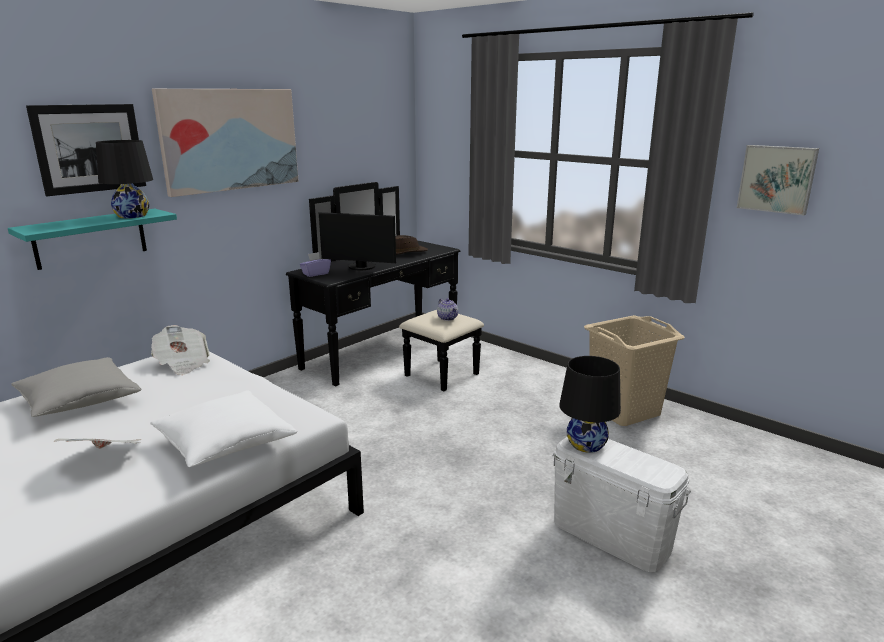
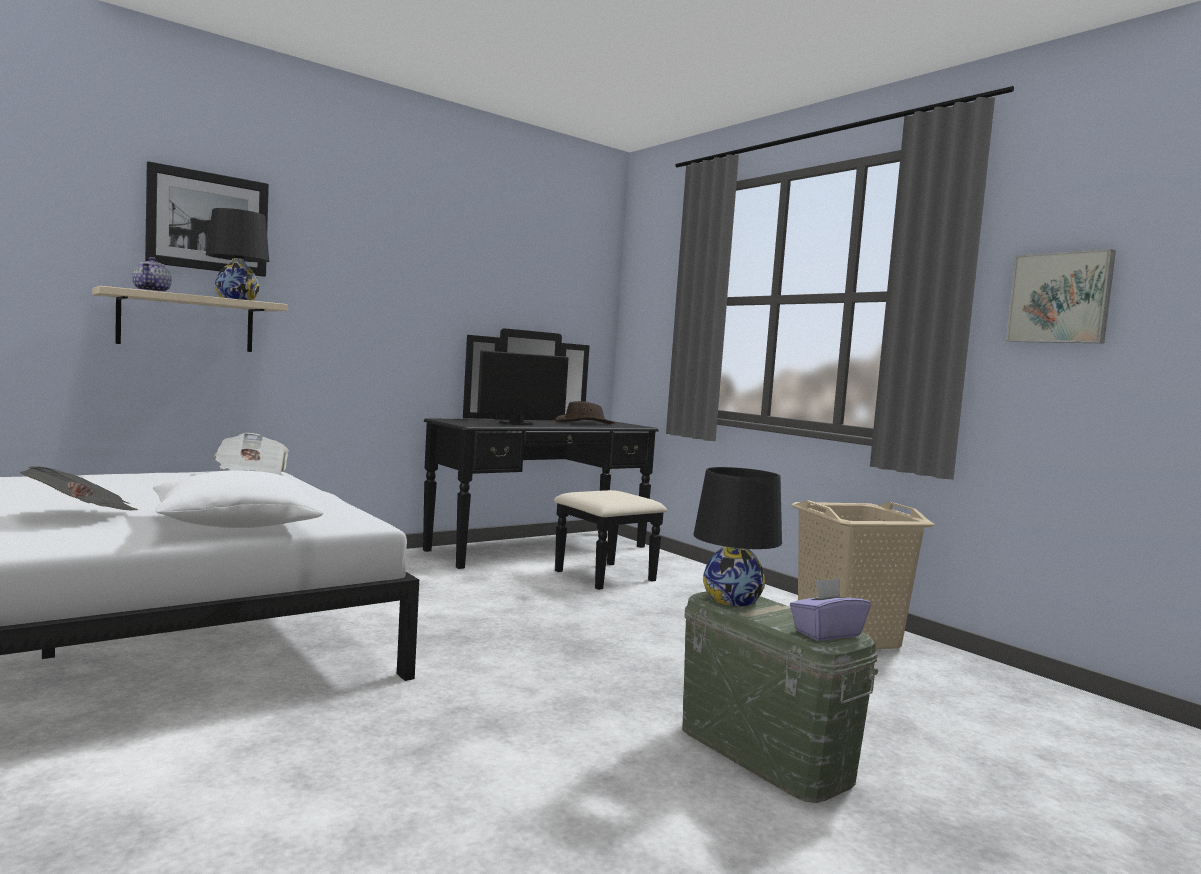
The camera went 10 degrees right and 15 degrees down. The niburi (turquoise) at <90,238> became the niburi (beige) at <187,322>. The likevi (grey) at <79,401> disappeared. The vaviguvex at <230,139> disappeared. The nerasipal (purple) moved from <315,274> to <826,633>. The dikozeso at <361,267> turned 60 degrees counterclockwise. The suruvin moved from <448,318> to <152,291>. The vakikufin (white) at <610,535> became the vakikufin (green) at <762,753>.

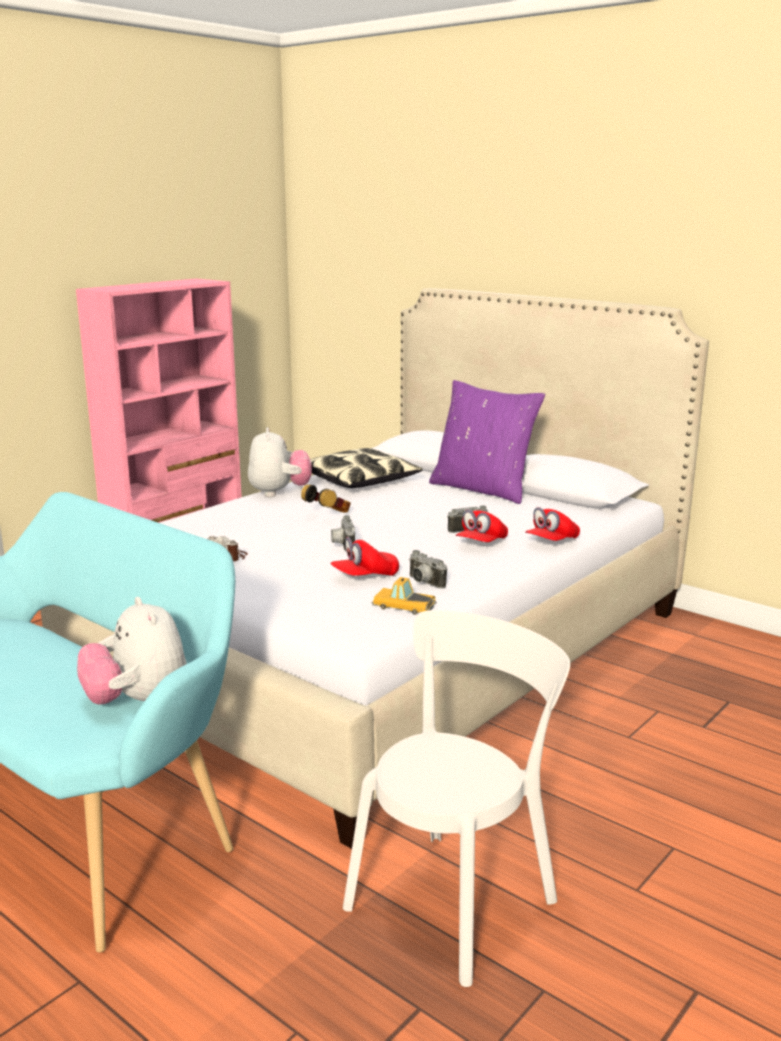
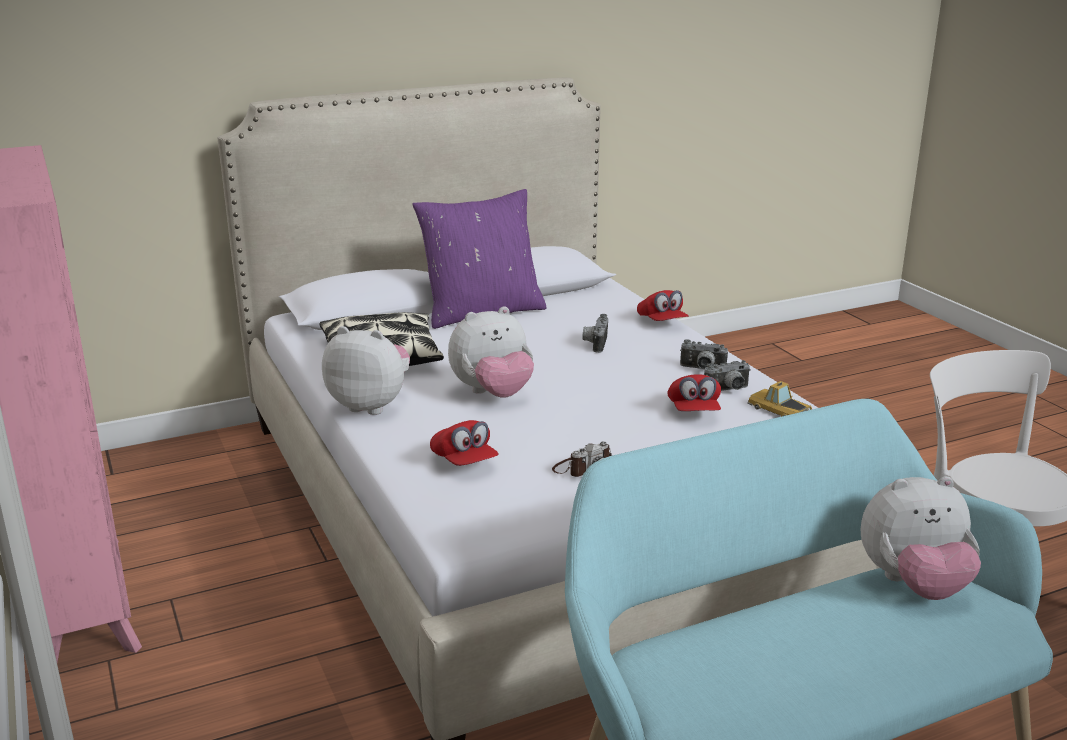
The camera went 65 degrees left and 5 degrees up. The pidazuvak at <329,516> was replaced by the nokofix at <493,394>. The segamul moved from <342,545> to <702,369>. The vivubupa at <403,605> turned 90 degrees clockwise. The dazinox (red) moved from <481,543> to <464,461>.

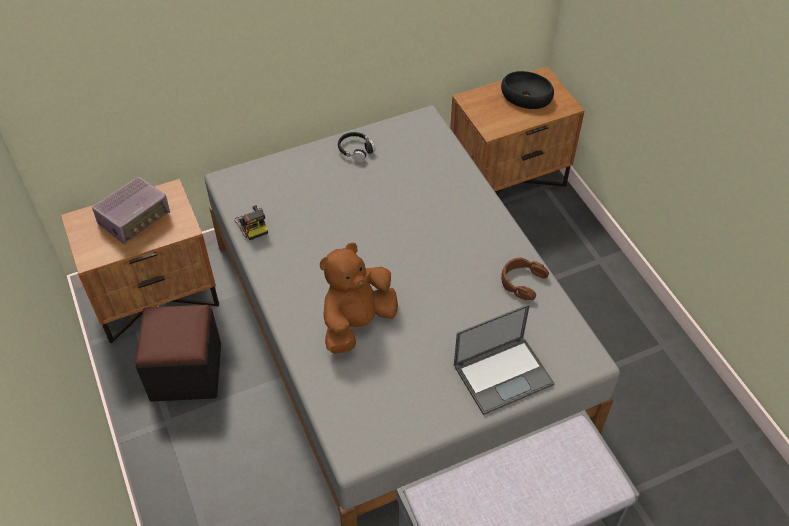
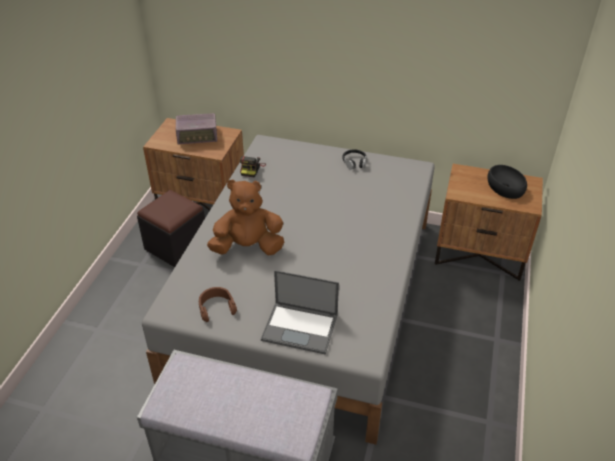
The camera went 40 degrees right and 10 degrees down. The pidazuvak (brown) moved from <521,281> to <216,307>.

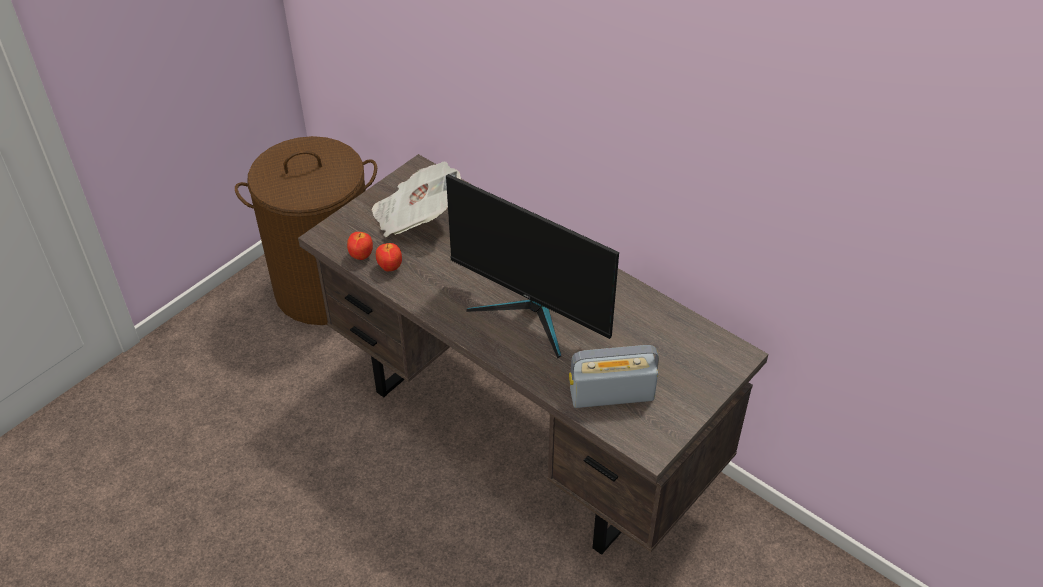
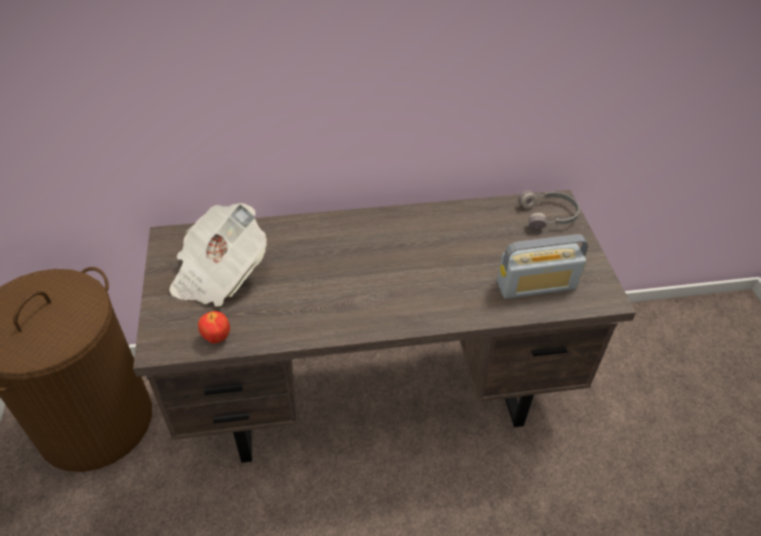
The camera went 50 degrees left and 0 degrees up. The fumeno at <389,267> disappeared. The dikozeso at <532,313> disappeared. The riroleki at <611,395> turned 135 degrees counterclockwise. The pidazuvak (grey) at <549,215> appeared.

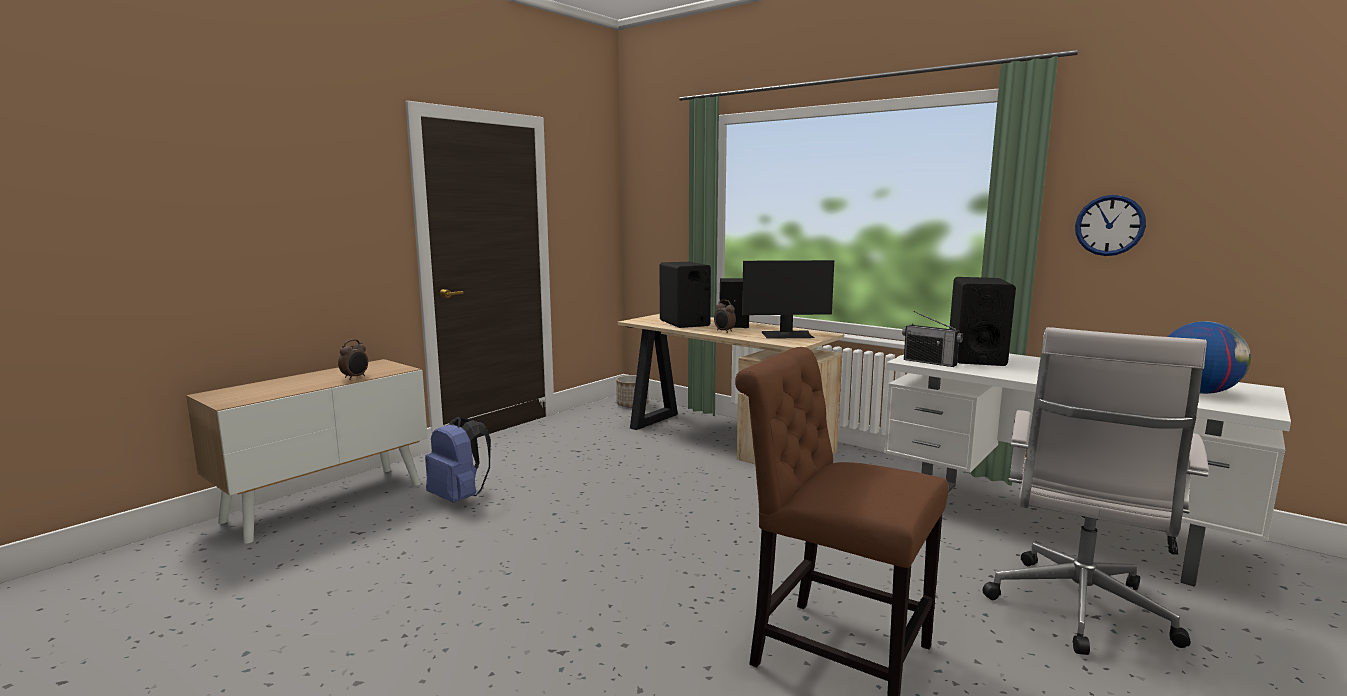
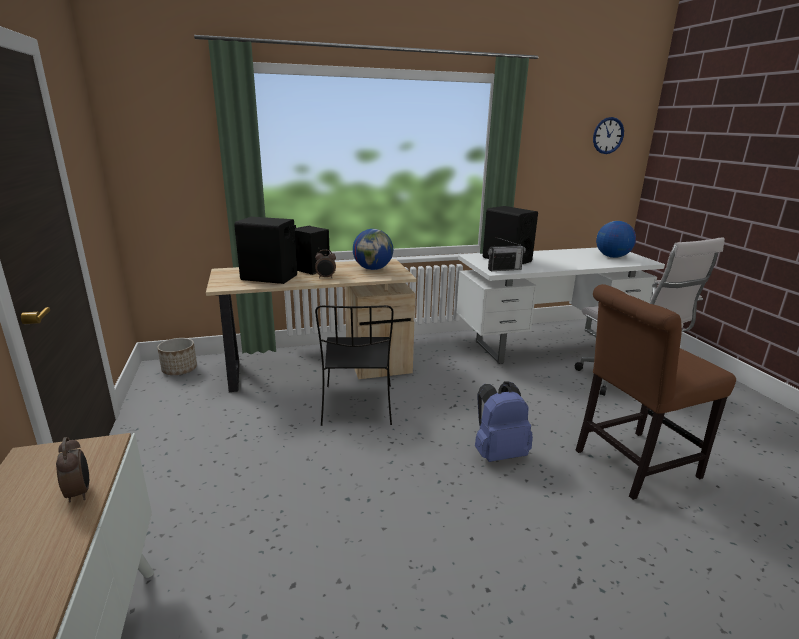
The camera went 55 degrees left and 10 degrees up. The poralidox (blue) moved from <459,498> to <498,453>. The dikozeso at <788,335> was replaced by the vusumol at <373,269>. The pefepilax moved from <1109,225> to <608,135>. The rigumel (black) at <357,406> appeared.

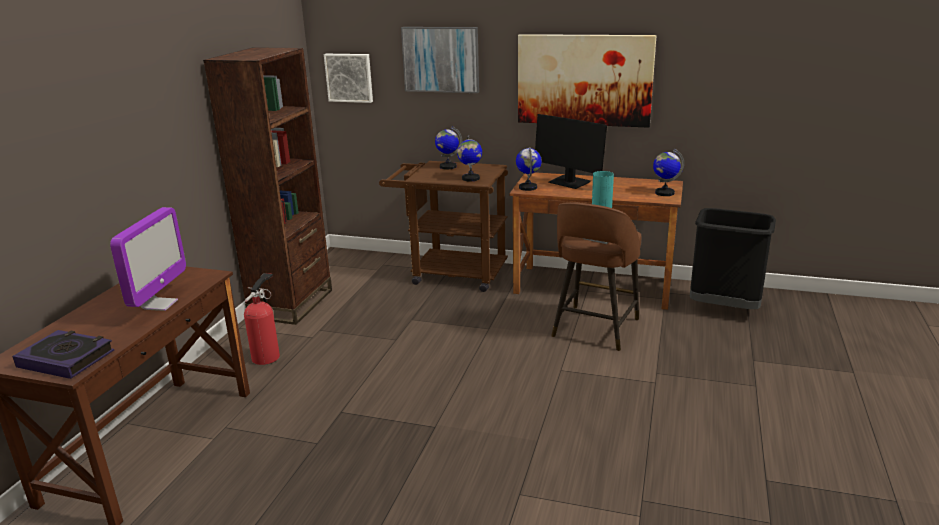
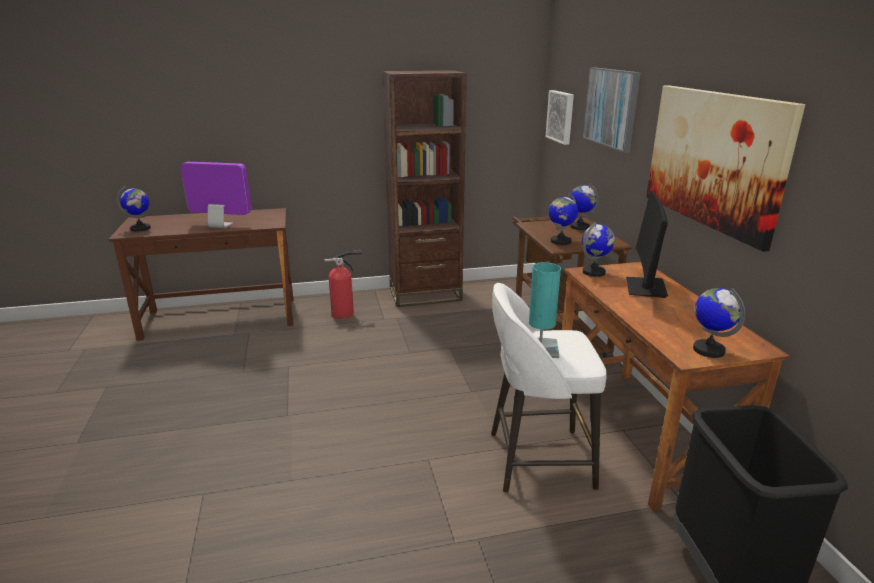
The camera went 60 degrees right and 0 degrees up. The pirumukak at <66,359> was replaced by the vusumol at <140,228>. The dikozeso at <159,304> turned 150 degrees counterclockwise. The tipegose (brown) at <594,329> became the tipegose (white) at <536,460>.

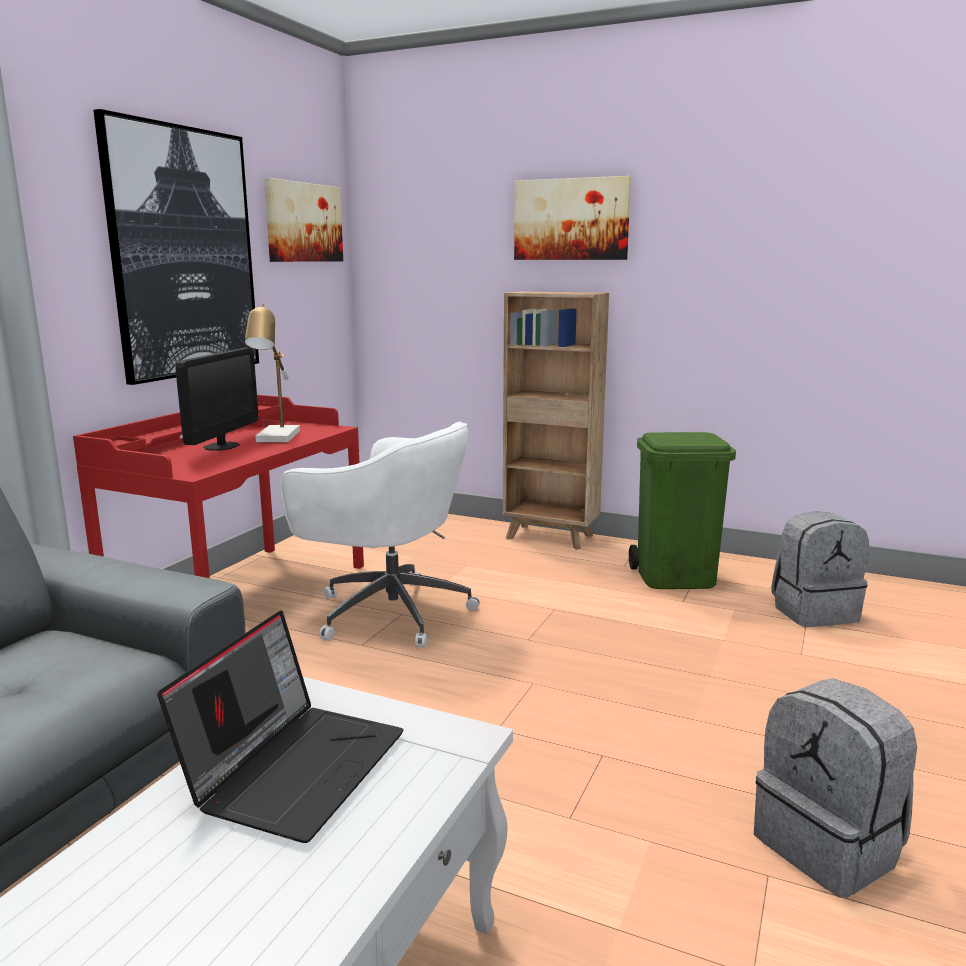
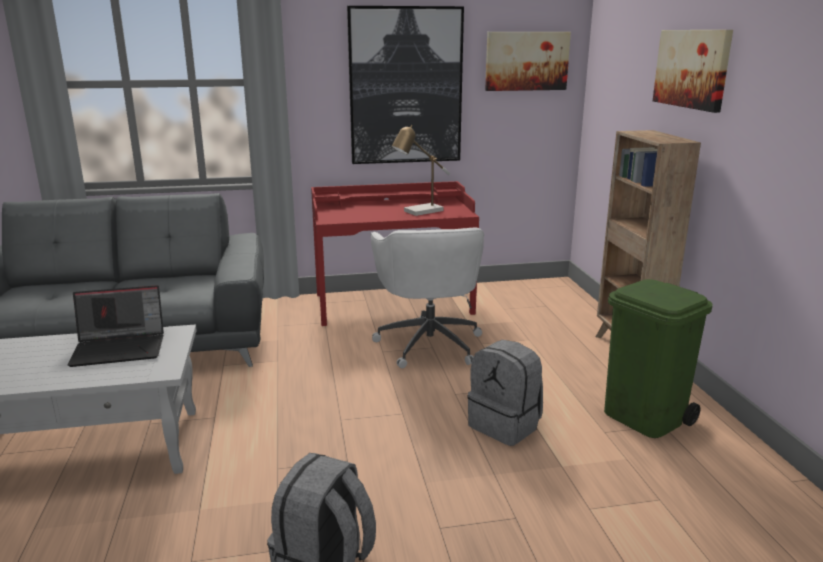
The camera went 55 degrees right and 5 degrees up. The dikozeso at <221,446> disappeared. The poralidox (grey) moved from <813,612> to <505,425>.

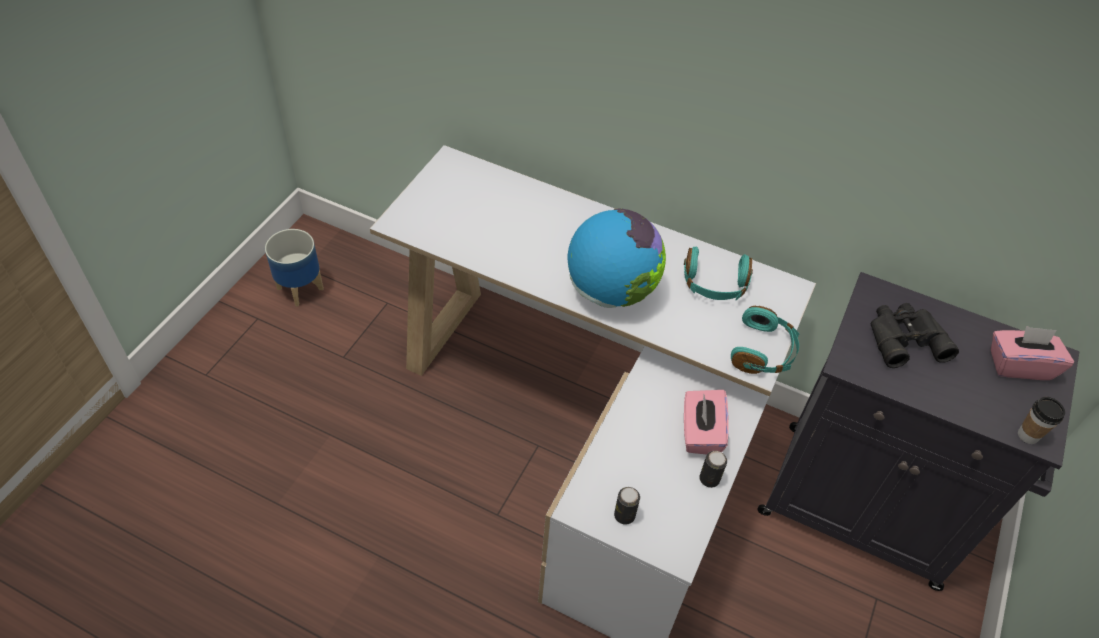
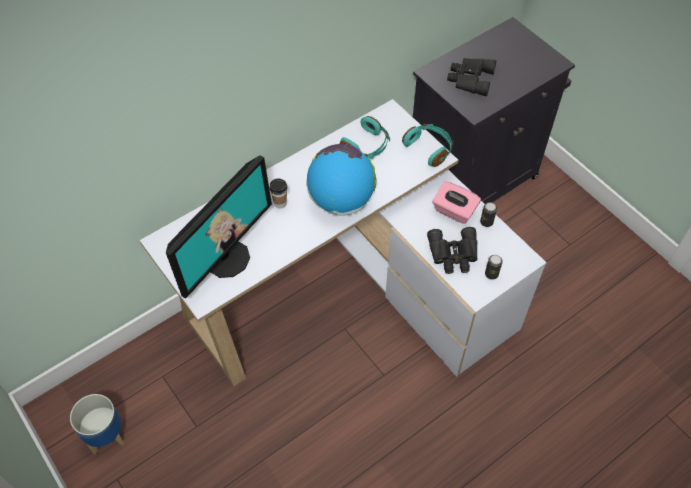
The camera went 60 degrees left and 5 degrees up. The nerasipal (pink) at <1019,365> disappeared. The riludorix moved from <1028,435> to <280,203>. The dikozeso at <227,258> appeared. The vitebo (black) at <453,254> appeared.

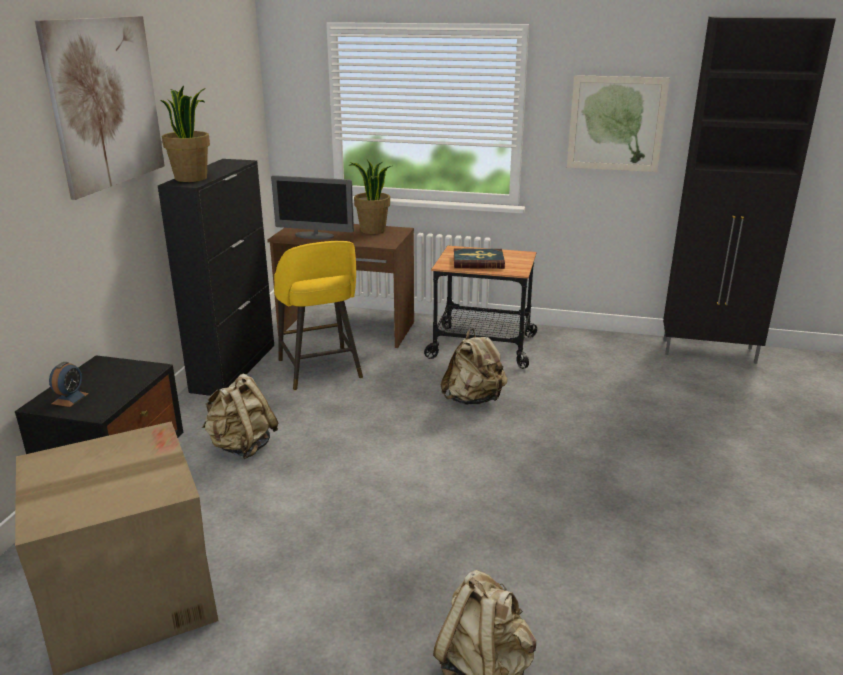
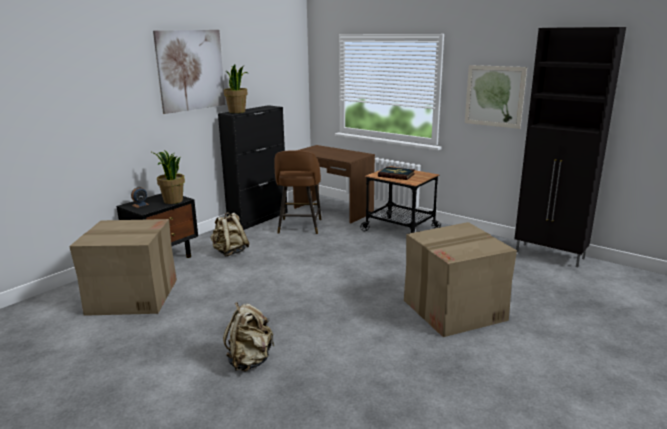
The camera went 25 degrees right and 5 degrees down. The dikozeso at <315,236> disappeared. The tipegose (yellow) at <320,370> became the tipegose (brown) at <299,227>. The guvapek moved from <372,230> to <173,201>. The poralidox (beige) at <473,400> disappeared. The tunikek at <454,310> appeared.

